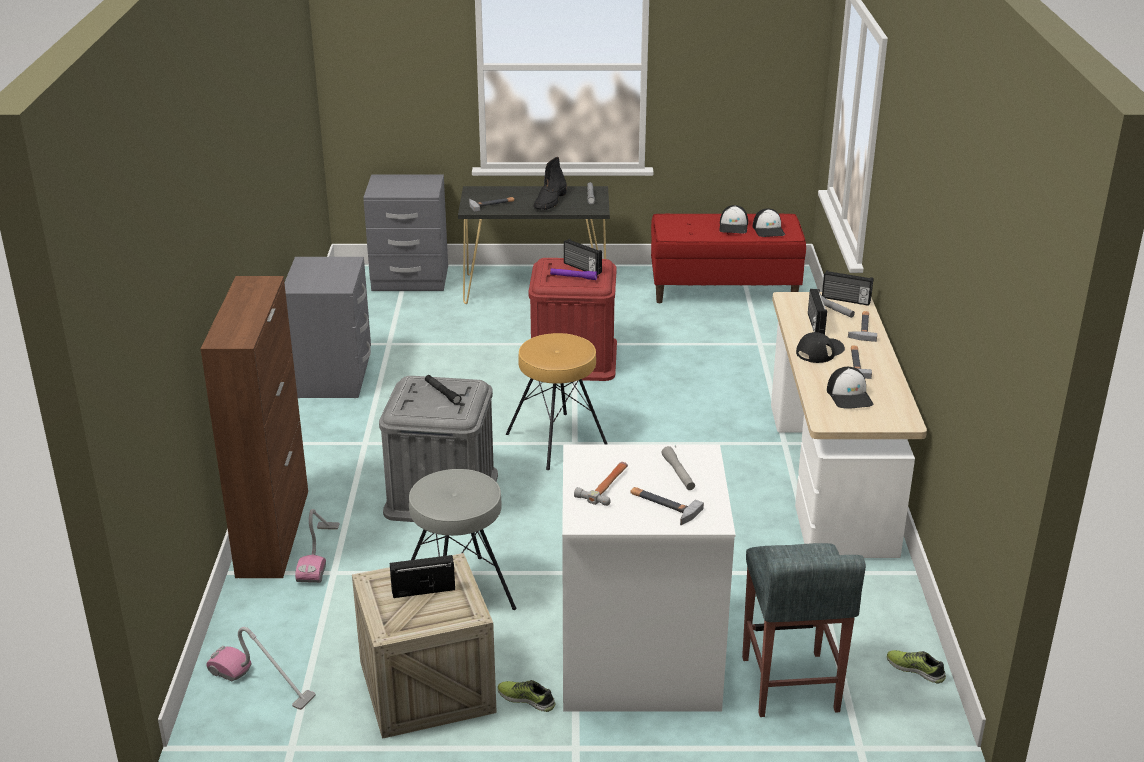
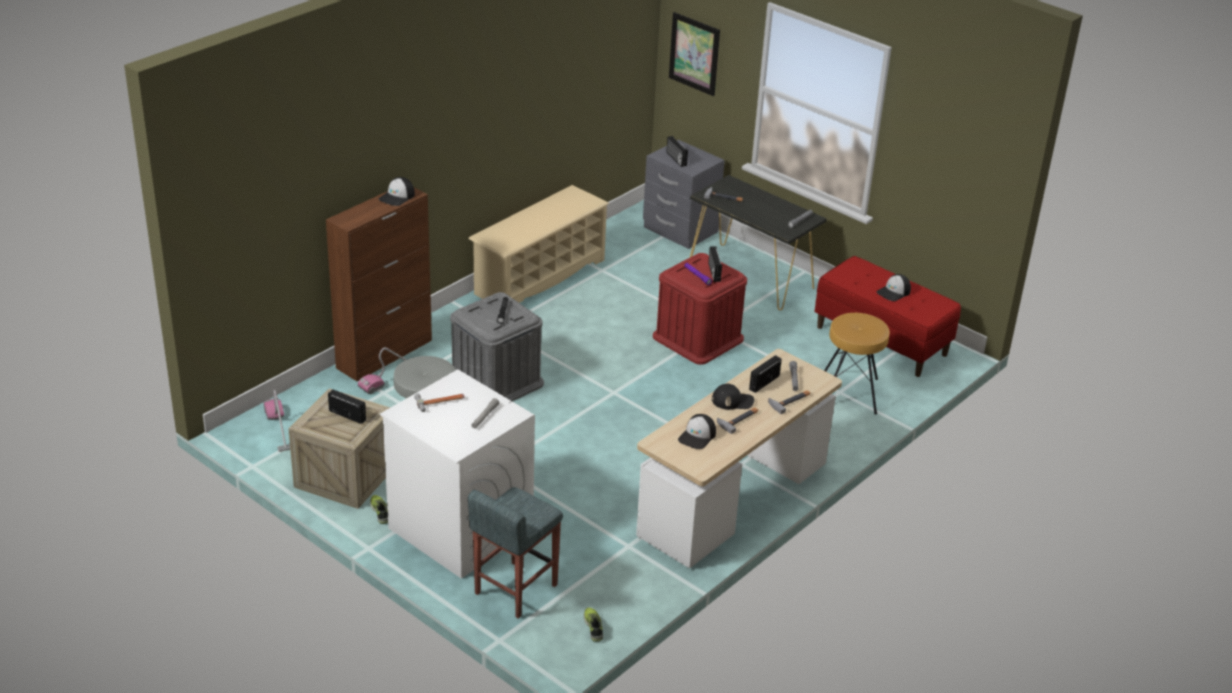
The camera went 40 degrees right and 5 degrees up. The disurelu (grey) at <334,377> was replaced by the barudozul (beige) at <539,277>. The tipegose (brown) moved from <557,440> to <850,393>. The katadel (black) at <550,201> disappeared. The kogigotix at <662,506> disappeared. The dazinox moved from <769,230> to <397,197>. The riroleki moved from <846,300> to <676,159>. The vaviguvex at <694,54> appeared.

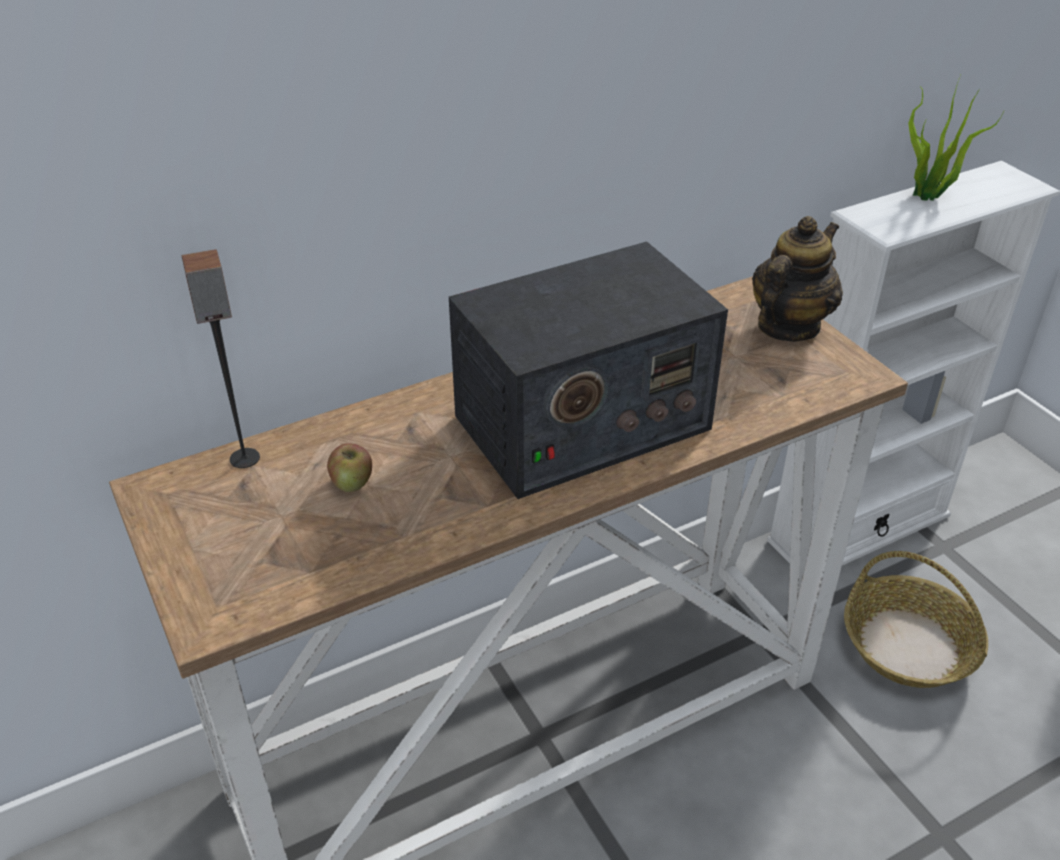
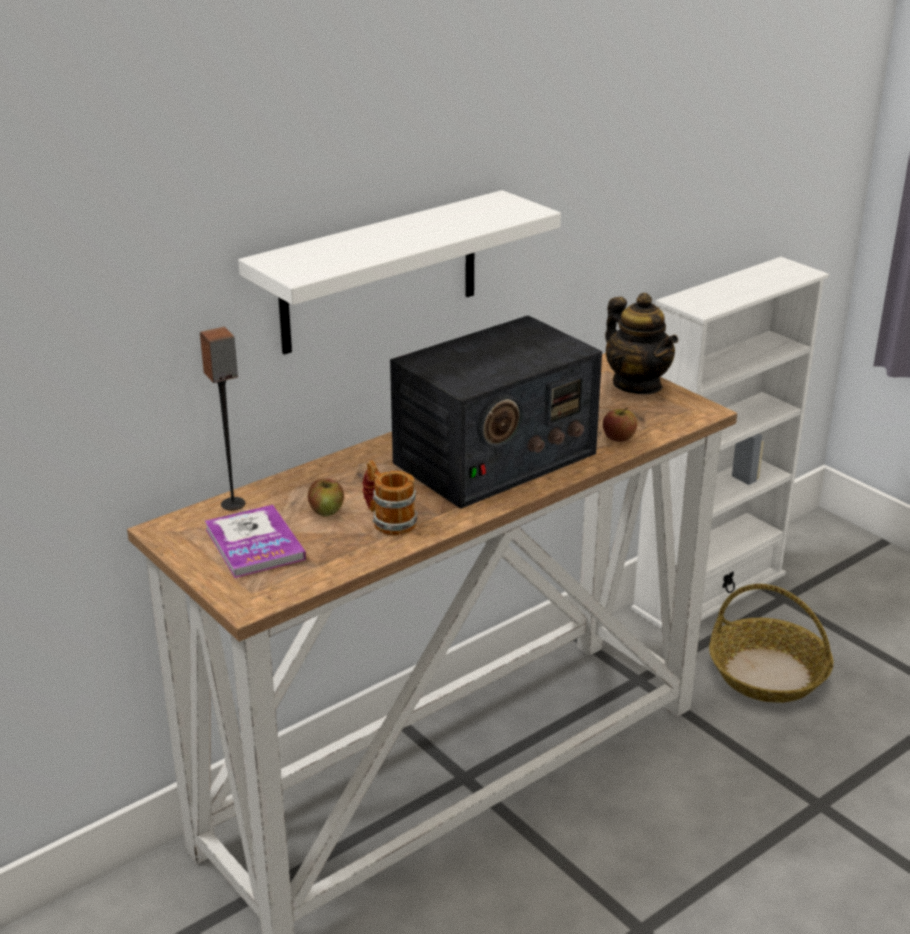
The camera went 10 degrees left and 10 degrees down. The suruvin at <788,326> turned 120 degrees clockwise. The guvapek at <928,197> disappeared. The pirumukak at <254,544> appeared. The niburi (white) at <380,273> appeared. The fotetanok at <388,521> appeared. The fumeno at <619,437> appeared.

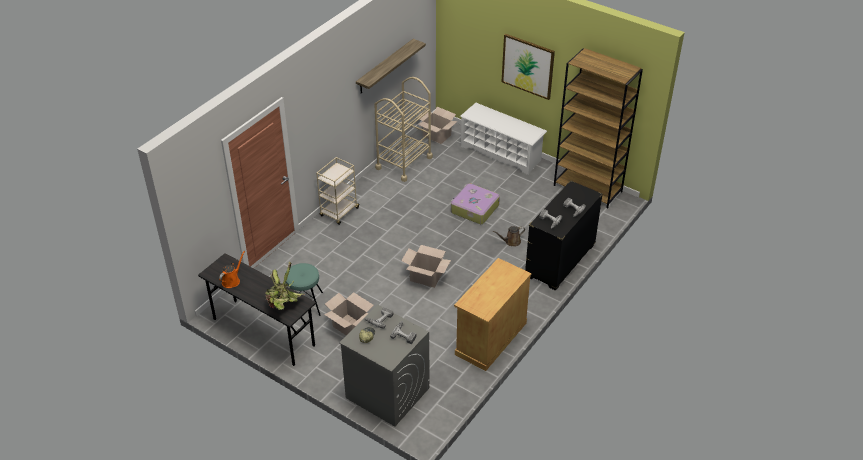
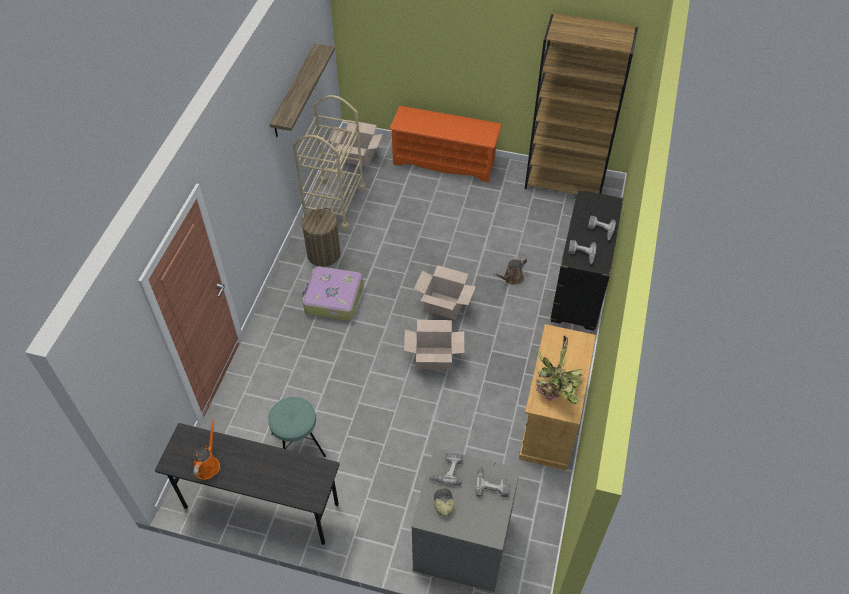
The camera went 20 degrees left and 10 degrees up. The guvapek moved from <283,305> to <557,390>. The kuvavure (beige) at <339,212> disappeared. The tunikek moved from <350,327> to <443,306>. The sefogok moved from <474,209> to <333,299>. The barudozul (white) at <501,153> became the barudozul (orange) at <445,162>. The vaviguvex at <528,66> disappeared. The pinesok at <323,254> appeared.

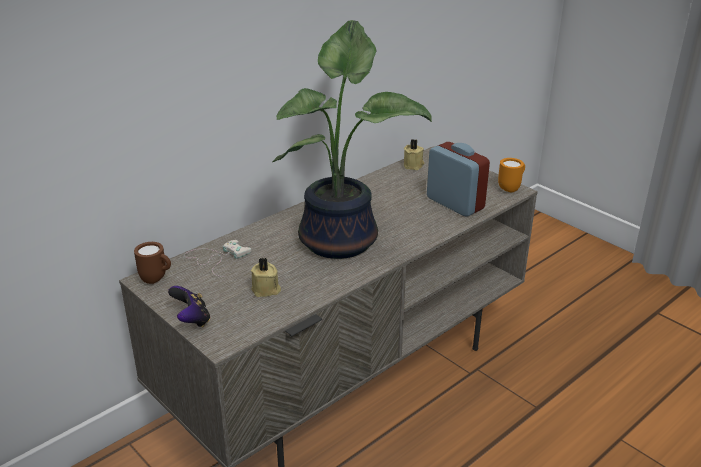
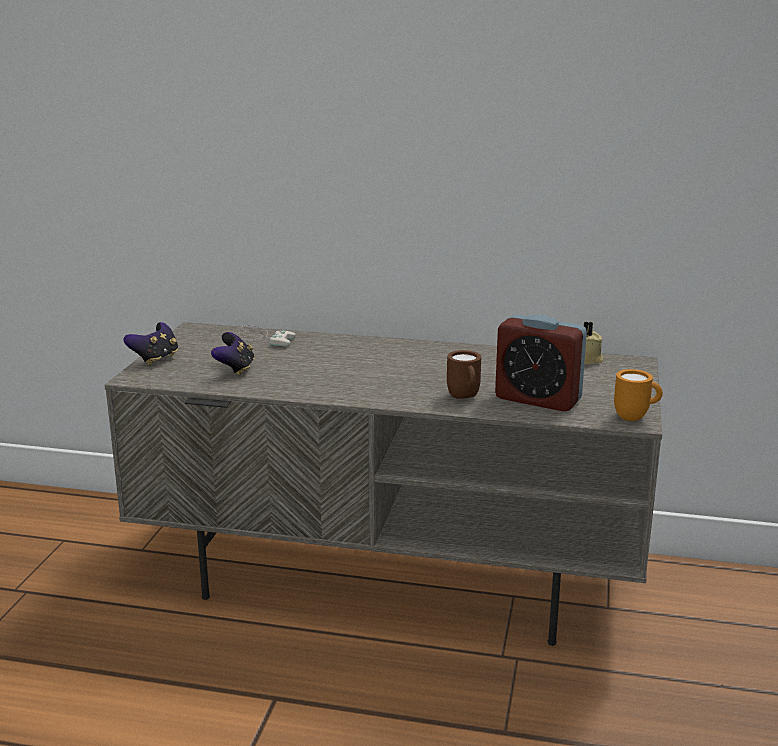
The camera went 55 degrees right and 10 degrees down. The fotetanok (brown) moved from <157,279> to <464,398>. The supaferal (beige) at <266,290> was replaced by the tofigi at <235,369>. The guvapek at <342,239> disappeared. The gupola at <455,203> turned 105 degrees clockwise.

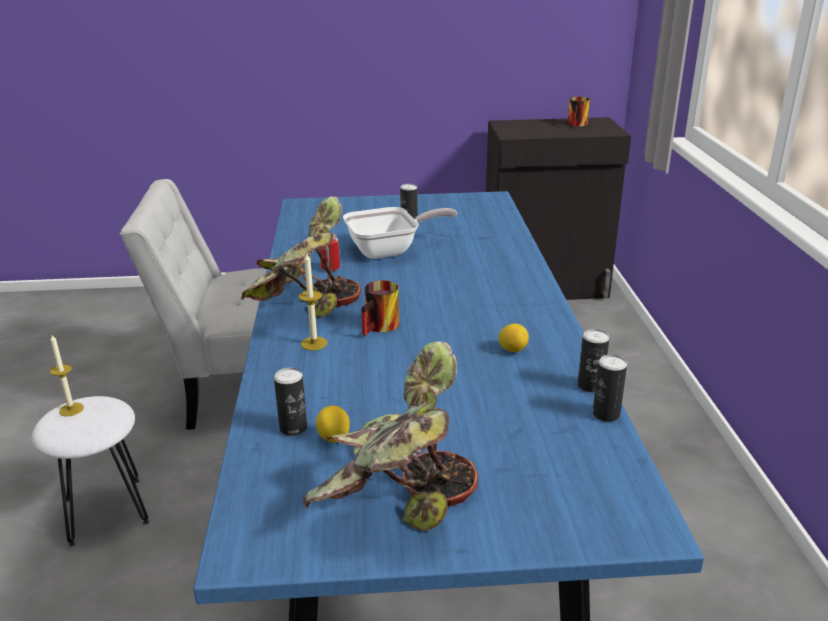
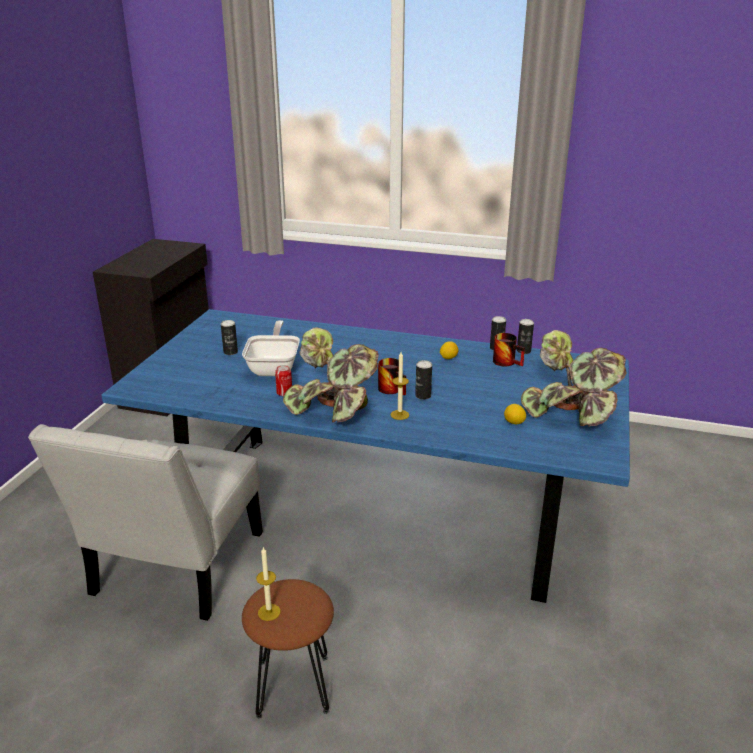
The camera went 70 degrees left and 0 degrees up. The tipegose (white) at <106,511> became the tipegose (brown) at <294,685>. The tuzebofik moved from <293,428> to <423,396>. The fotetanok moved from <578,125> to <508,362>.

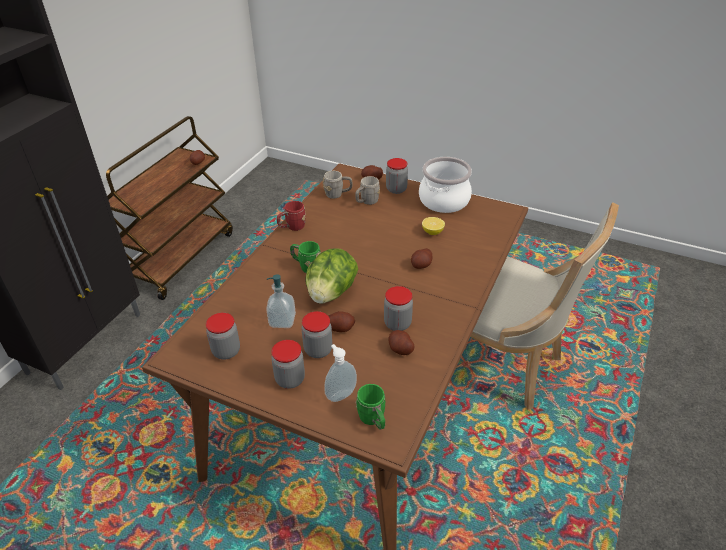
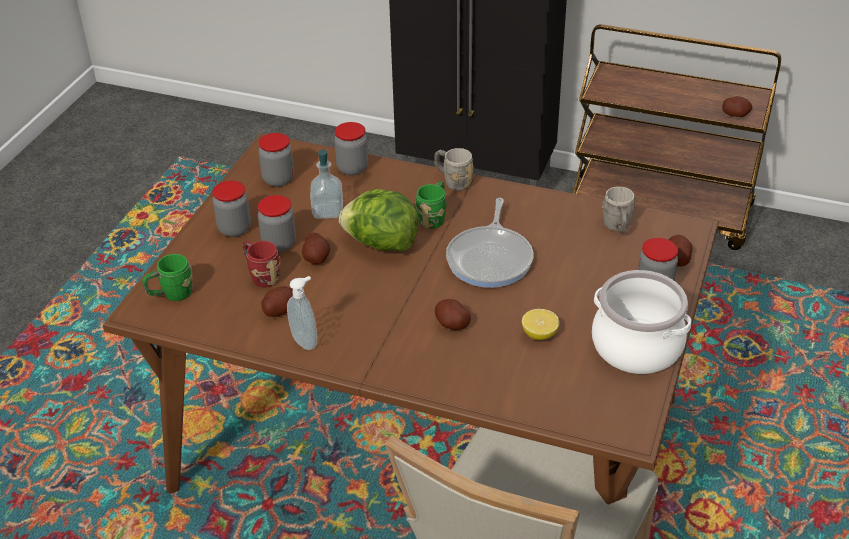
The camera went 85 degrees right and 0 degrees up. The fotetanok (red) moved from <292,227> to <261,275>. The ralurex moved from <340,394> to <306,341>. The fotetanok (grey) moved from <366,202> to <453,181>. The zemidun moved from <397,324> to <352,168>. The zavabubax at <491,258> appeared.

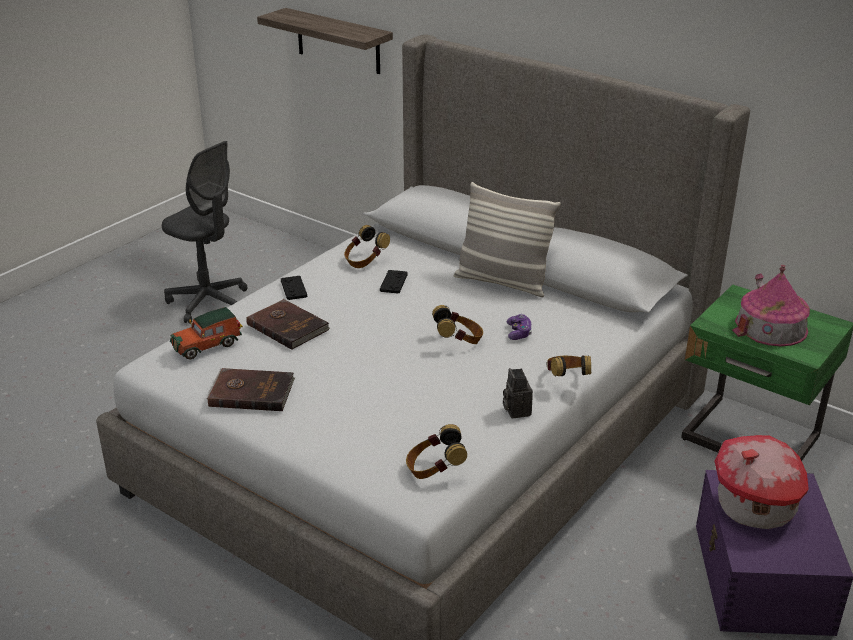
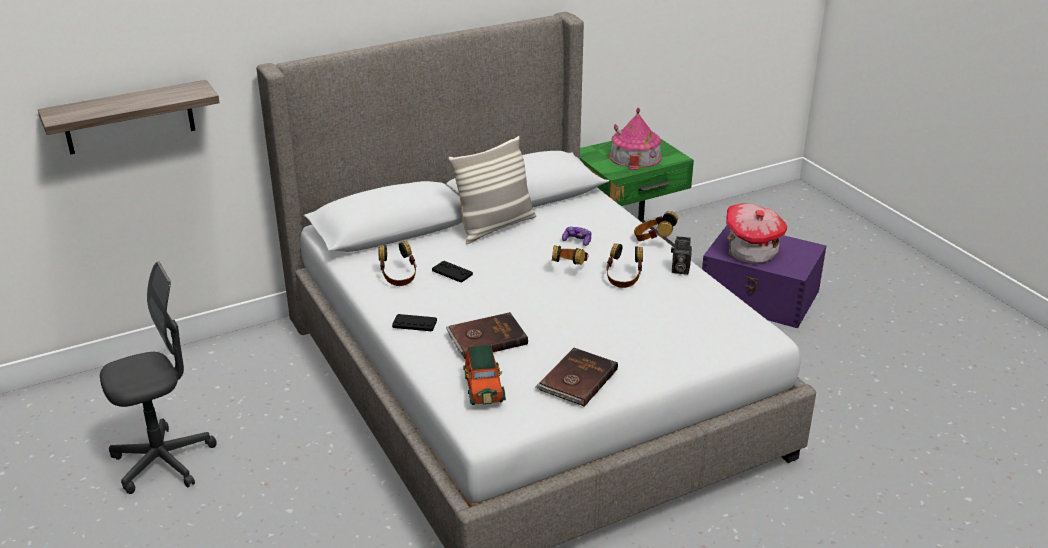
The camera went 65 degrees left and 0 degrees up. The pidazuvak moved from <434,470> to <623,279>.

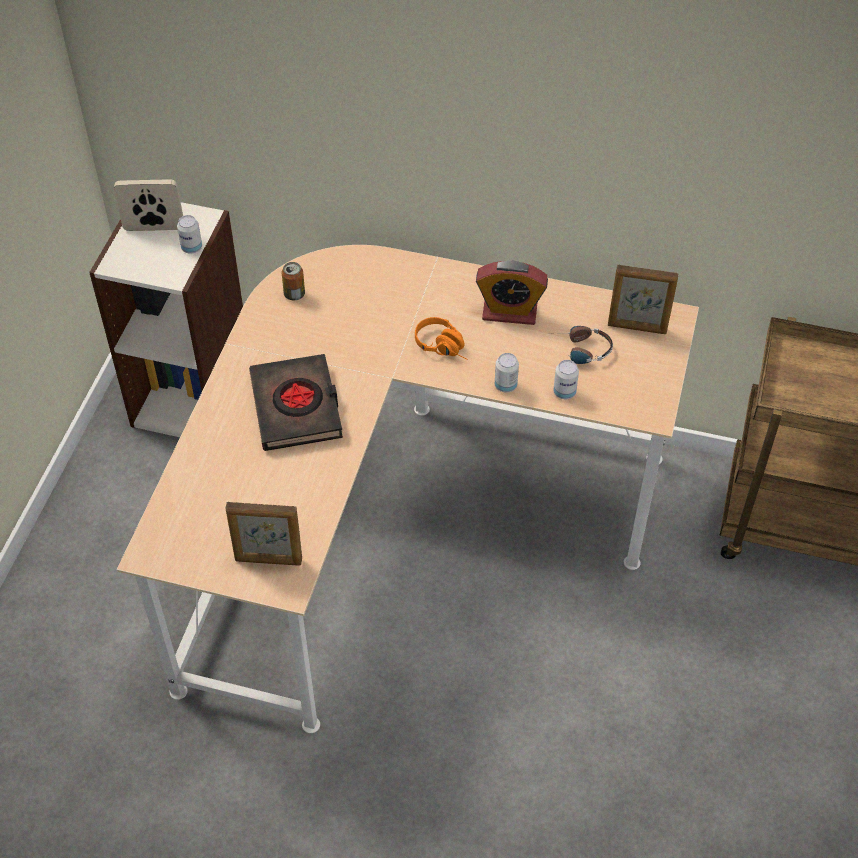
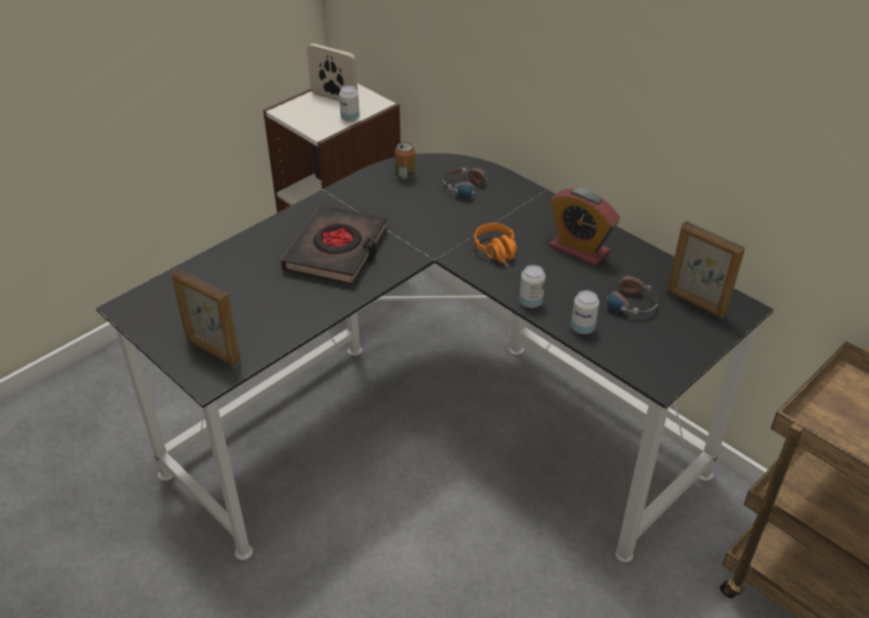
The camera went 30 degrees right and 10 degrees down. The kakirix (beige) at <399,523> became the kakirix (black) at <434,427>. The pidazuvak at <471,189> appeared.

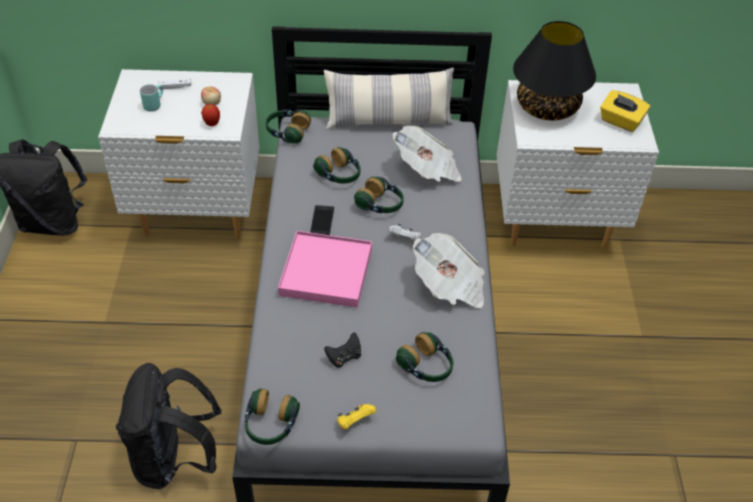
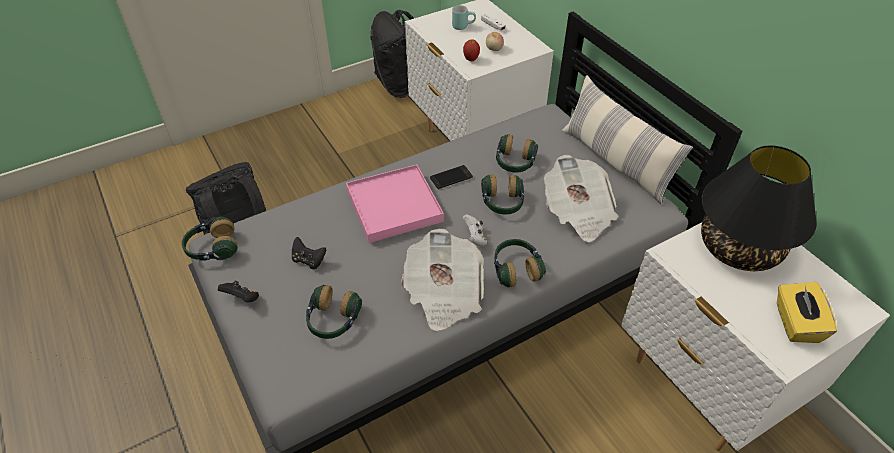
The camera went 60 degrees right and 0 degrees up. The pidazuvak moved from <287,132> to <516,269>. The tofigi (yellow) at <355,422> became the tofigi (black) at <242,298>.

